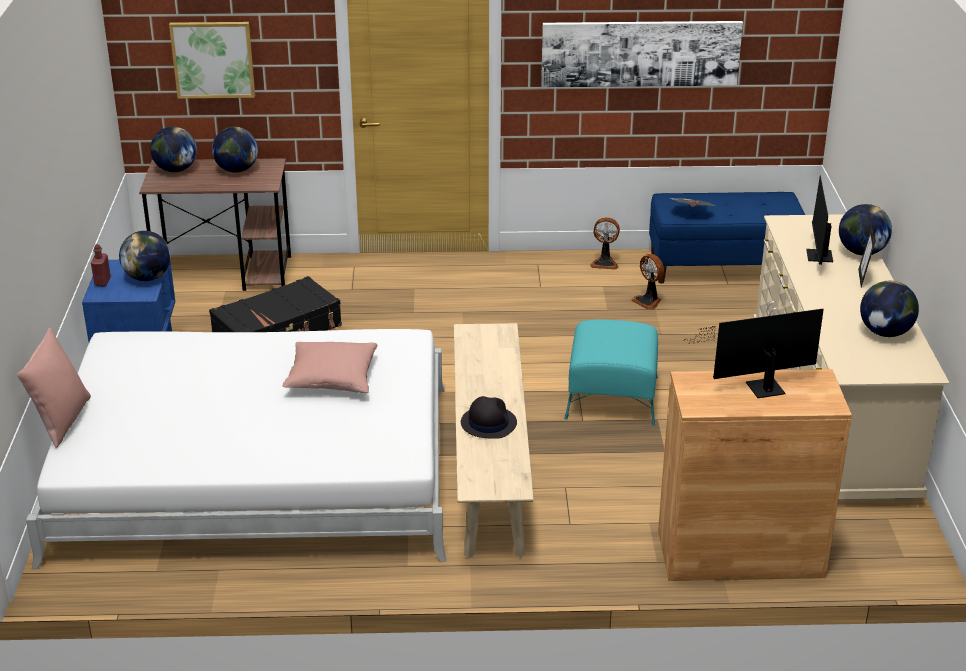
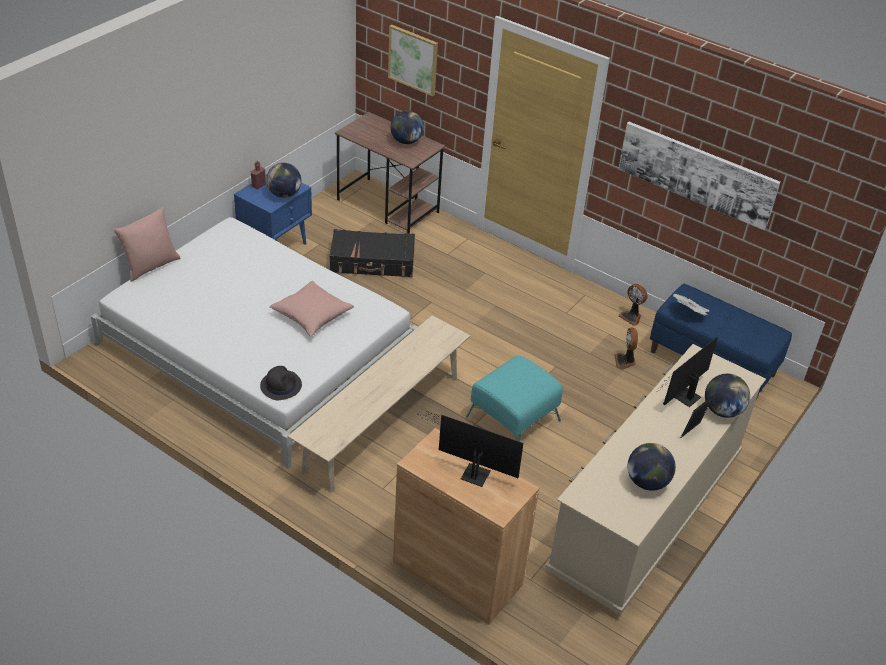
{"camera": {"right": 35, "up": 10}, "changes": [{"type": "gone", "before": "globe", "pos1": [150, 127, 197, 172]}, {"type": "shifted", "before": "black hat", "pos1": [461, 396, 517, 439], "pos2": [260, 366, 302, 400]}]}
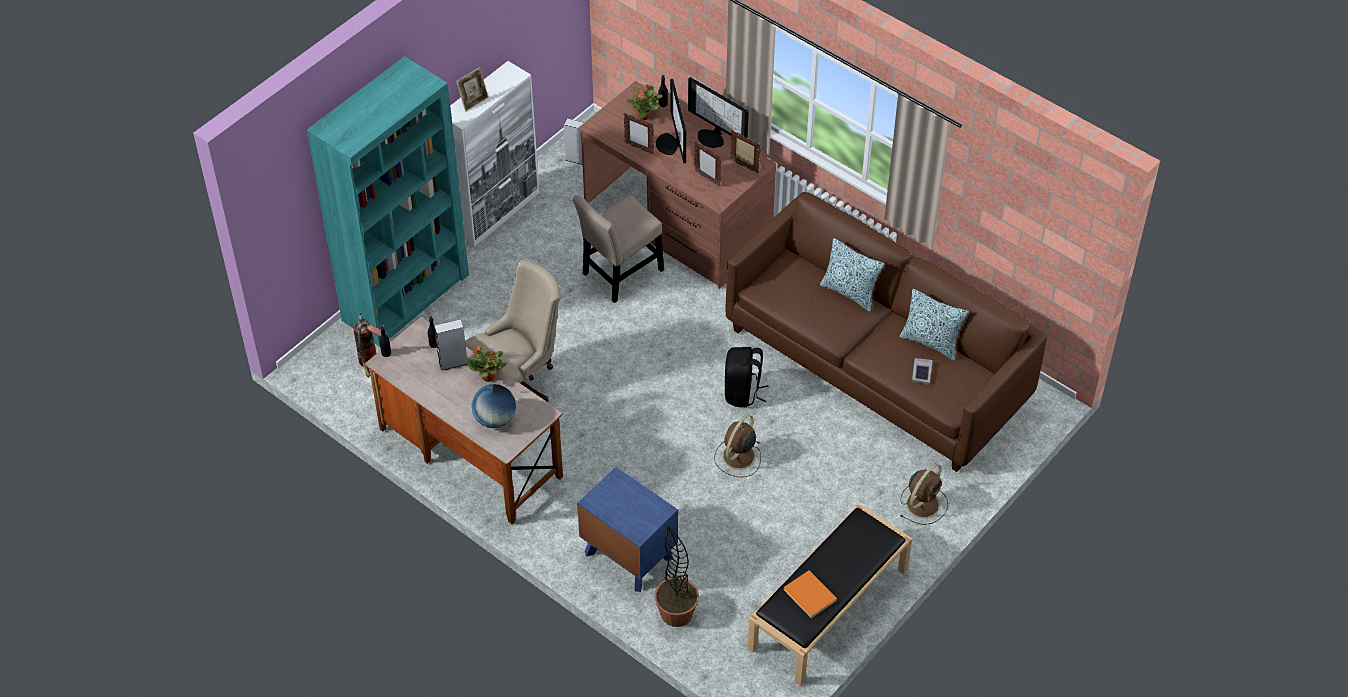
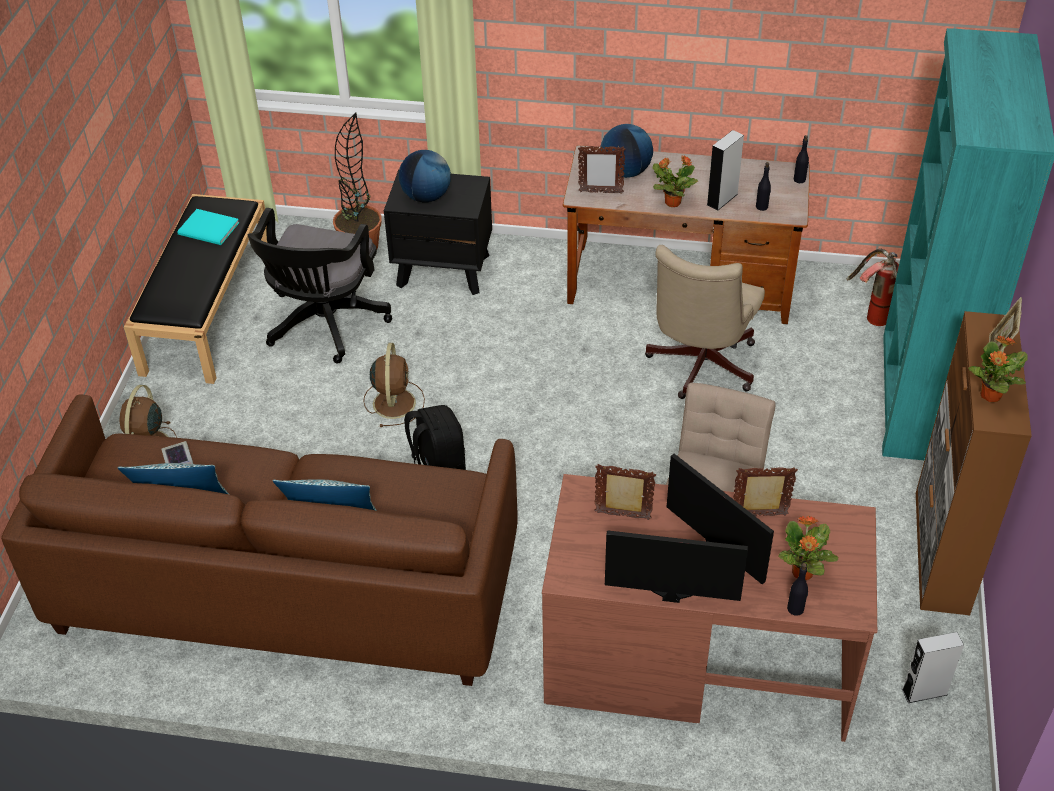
{"camera": {"right": 150, "up": -5}, "changes": [{"type": "repainted", "before": "white cabinet", "after": "brown cabinet", "pos1": [450, 61, 539, 247], "pos2": [916, 311, 1032, 615]}, {"type": "repainted", "before": "blue nightstand", "after": "black nightstand", "pos1": [577, 467, 678, 592], "pos2": [384, 169, 492, 295]}, {"type": "shifted", "before": "picture frame", "pos1": [730, 130, 761, 173], "pos2": [578, 145, 626, 194]}, {"type": "repainted", "before": "orange book", "after": "turquoise book", "pos1": [783, 570, 837, 618], "pos2": [177, 209, 239, 245]}, {"type": "new", "after": "black office chair", "pos2": [247, 208, 392, 364]}, {"type": "new", "after": "globe", "pos2": [399, 150, 451, 202]}, {"type": "new", "after": "potted plant", "pos2": [968, 336, 1028, 402]}]}
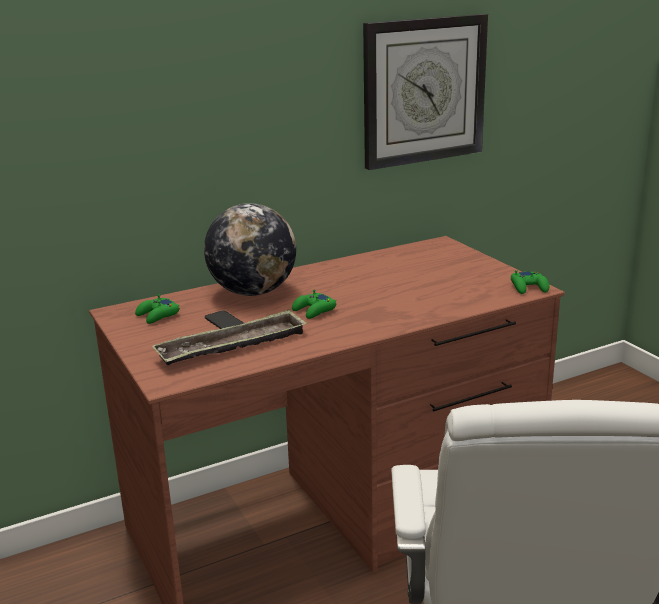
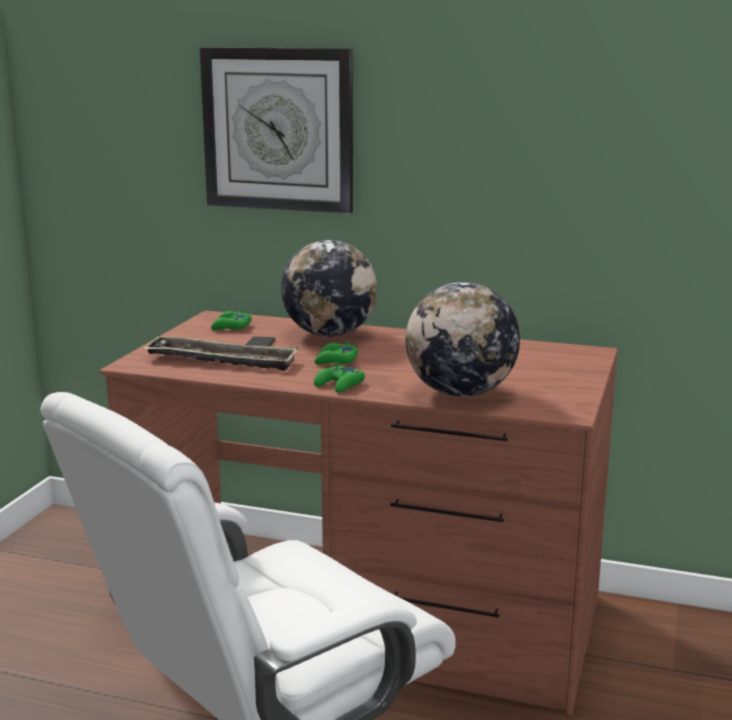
{"camera": {"right": 45, "up": -5}, "changes": [{"type": "shifted", "before": "wall clock", "pos1": [363, 14, 488, 170], "pos2": [200, 47, 353, 213]}, {"type": "shifted", "before": "green game controller", "pos1": [511, 270, 549, 294], "pos2": [314, 362, 365, 393]}, {"type": "new", "after": "globe", "pos2": [406, 282, 520, 397]}]}
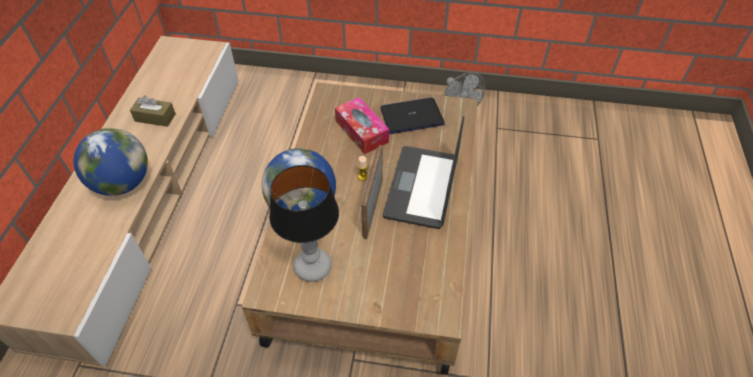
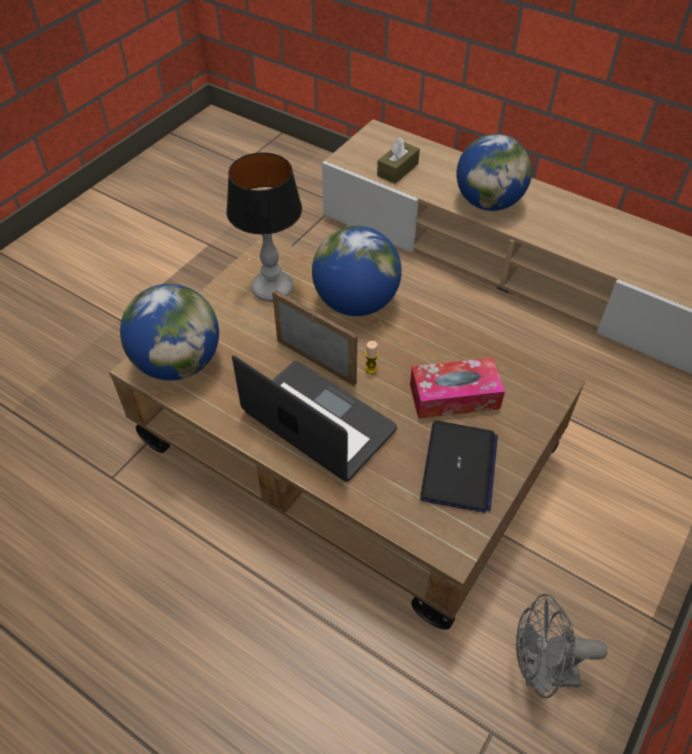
{"camera": {"right": 115, "up": 0}, "changes": [{"type": "shifted", "before": "brown tissue box", "pos1": [130, 96, 176, 127], "pos2": [377, 137, 420, 184]}, {"type": "new", "after": "globe", "pos2": [120, 284, 219, 380]}]}
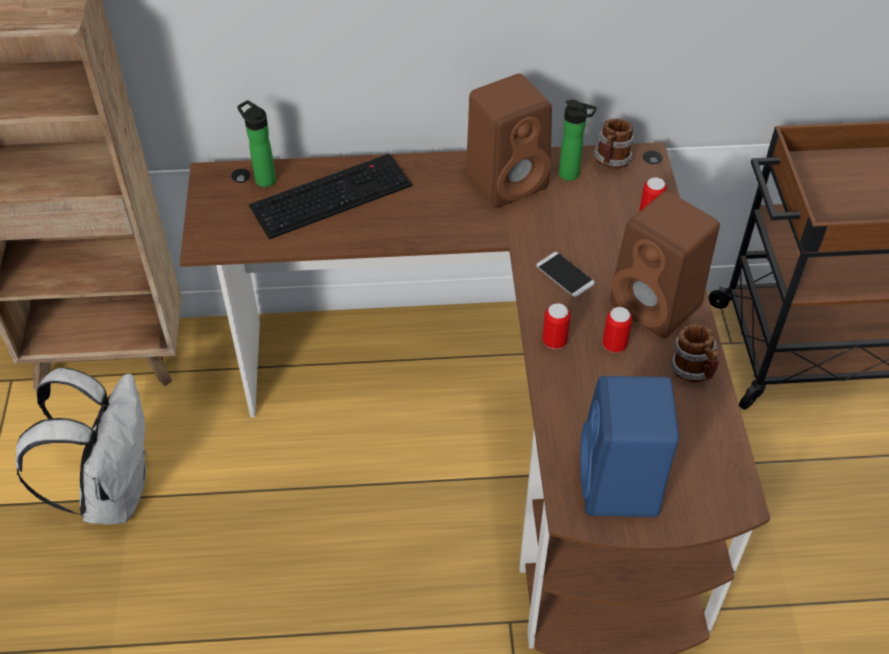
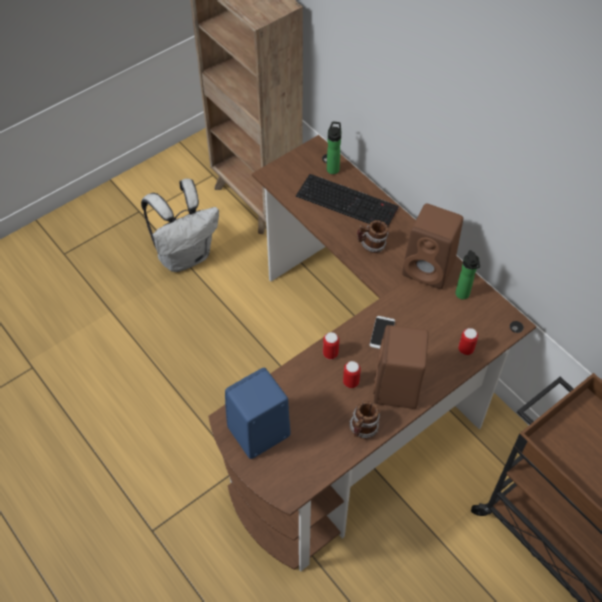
{"camera": {"right": 55, "up": 5}, "changes": [{"type": "shifted", "before": "mug", "pos1": [593, 119, 634, 169], "pos2": [357, 220, 389, 253]}]}
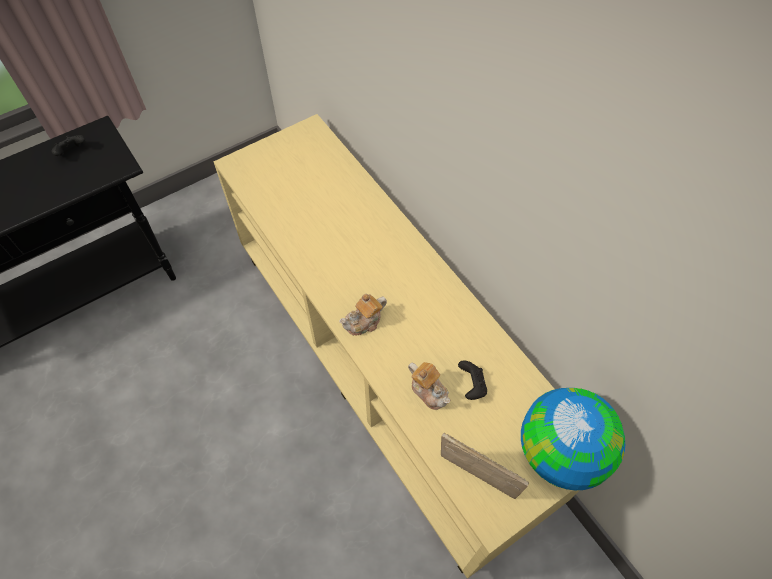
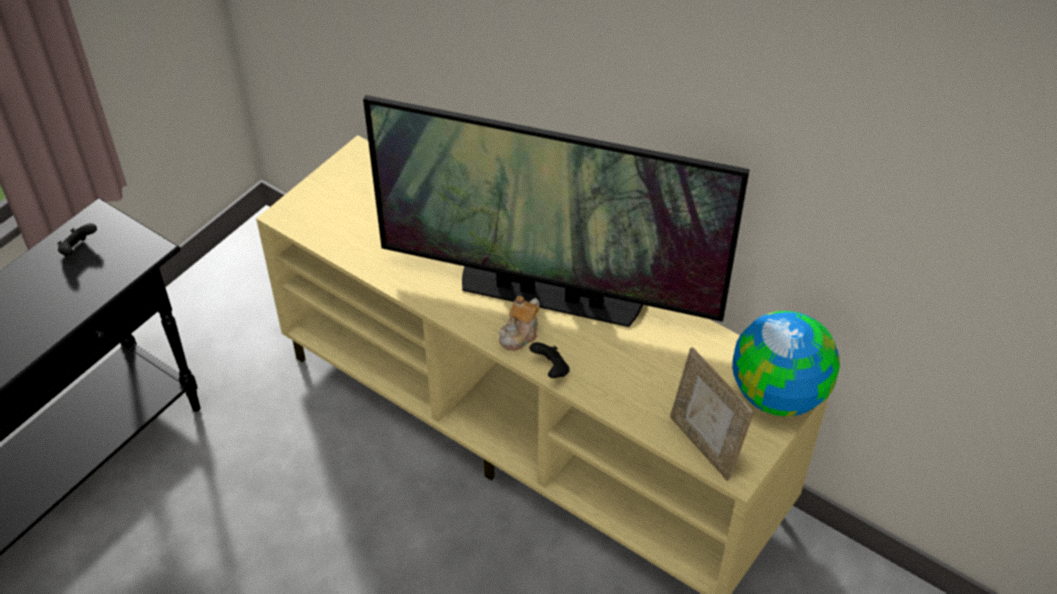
{"camera": {"right": -20, "up": -10}, "changes": [{"type": "gone", "before": "teapot", "pos1": [408, 362, 450, 410]}, {"type": "rotated", "before": "picture frame", "pos1": [441, 433, 529, 499], "pos2": [670, 347, 754, 481], "turn": -135}, {"type": "shifted", "before": "black game controller", "pos1": [458, 360, 487, 400], "pos2": [529, 342, 570, 378]}, {"type": "new", "after": "television", "pos2": [363, 95, 750, 327]}]}
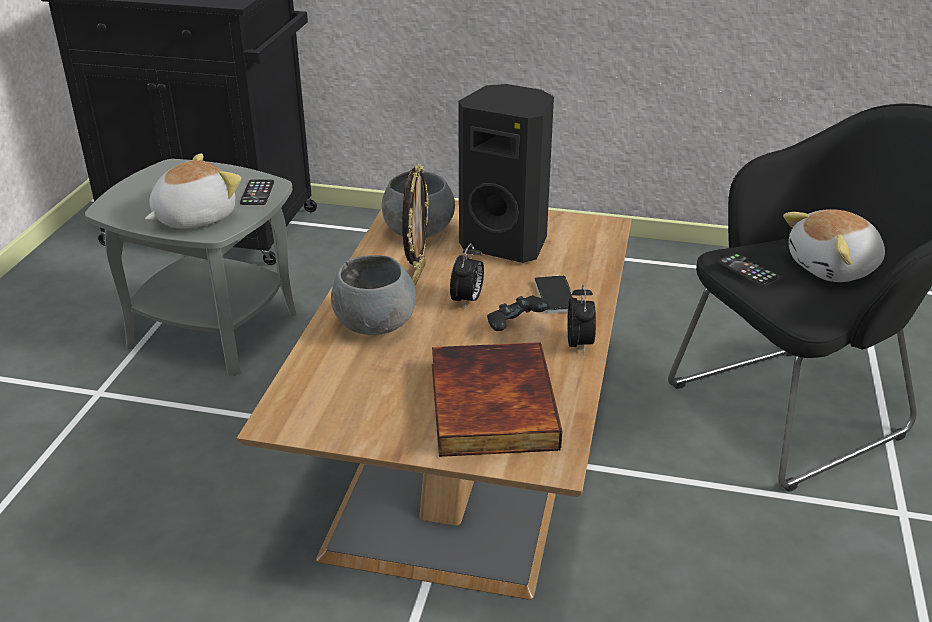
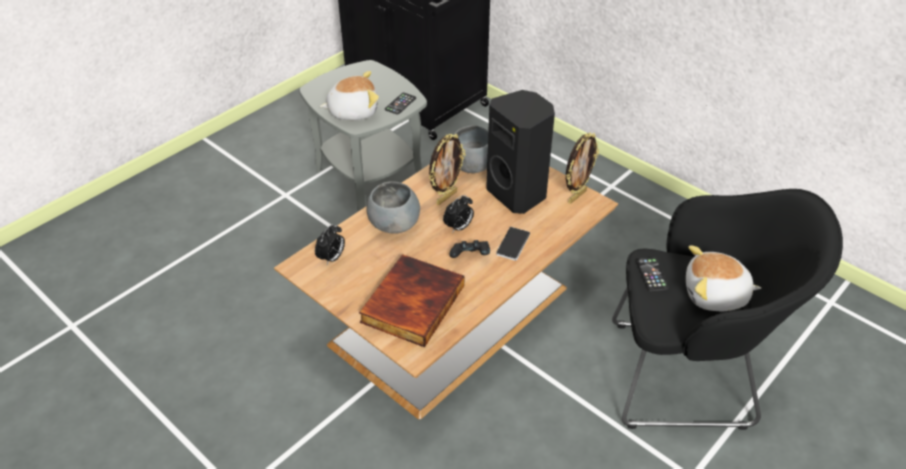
{"camera": {"right": 30, "up": 10}, "changes": [{"type": "shifted", "before": "alarm clock", "pos1": [567, 284, 596, 354], "pos2": [315, 224, 345, 265]}, {"type": "new", "after": "picture frame", "pos2": [566, 133, 599, 204]}]}
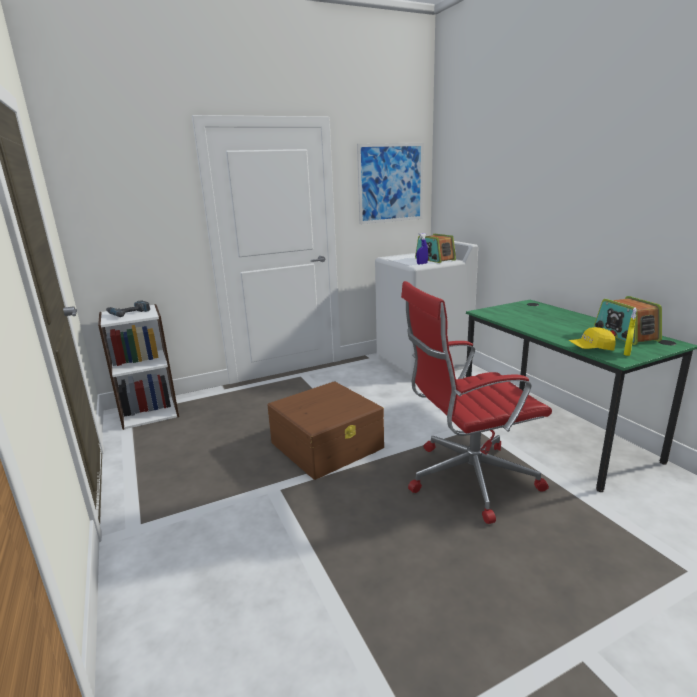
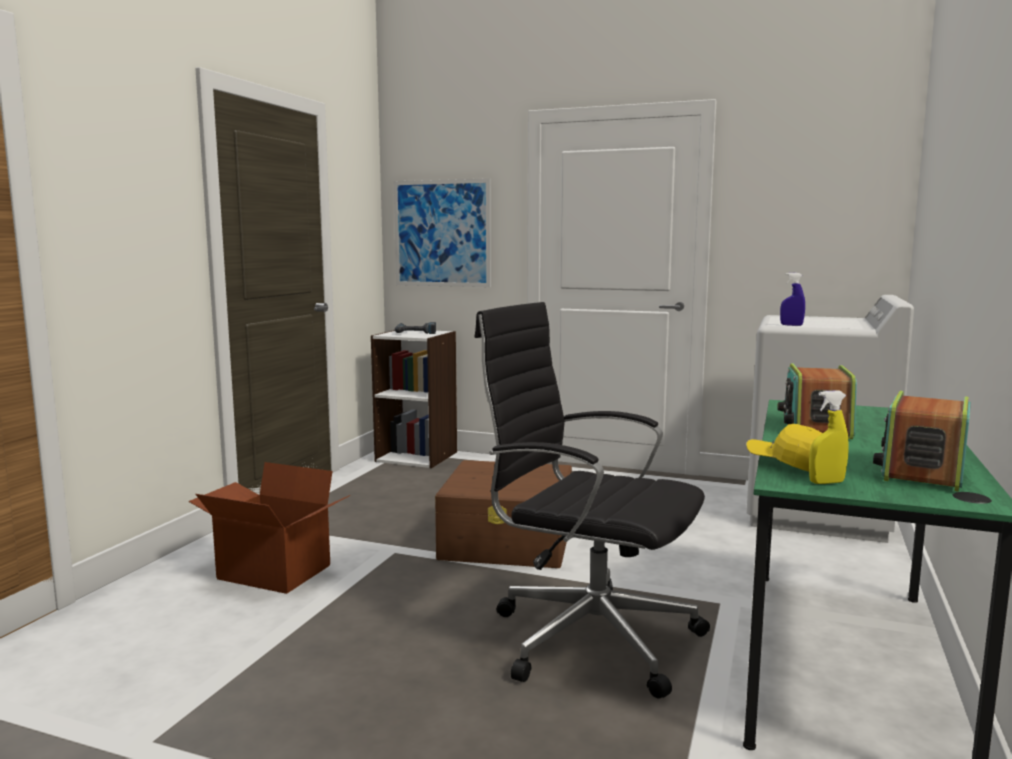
{"camera": {"right": 45, "up": -10}, "changes": [{"type": "shifted", "before": "picture", "pos1": [357, 143, 424, 224], "pos2": [394, 178, 491, 287]}, {"type": "repainted", "before": "red office chair", "after": "black office chair", "pos1": [401, 281, 552, 524], "pos2": [475, 302, 710, 699]}, {"type": "shifted", "before": "radio", "pos1": [415, 234, 456, 263], "pos2": [777, 364, 857, 439]}, {"type": "new", "after": "cardboard box", "pos2": [189, 462, 350, 594]}]}
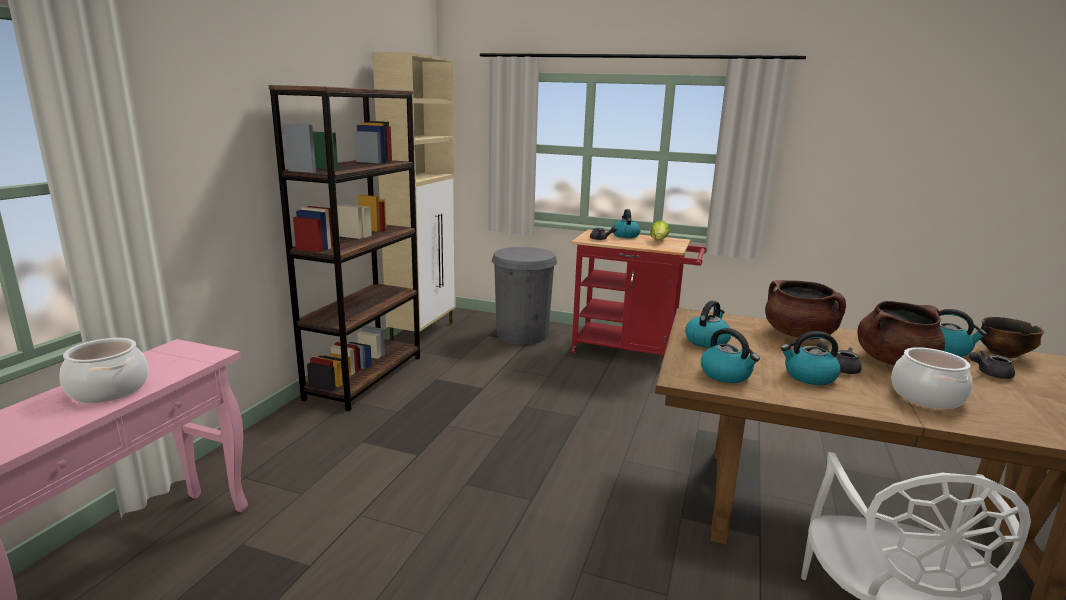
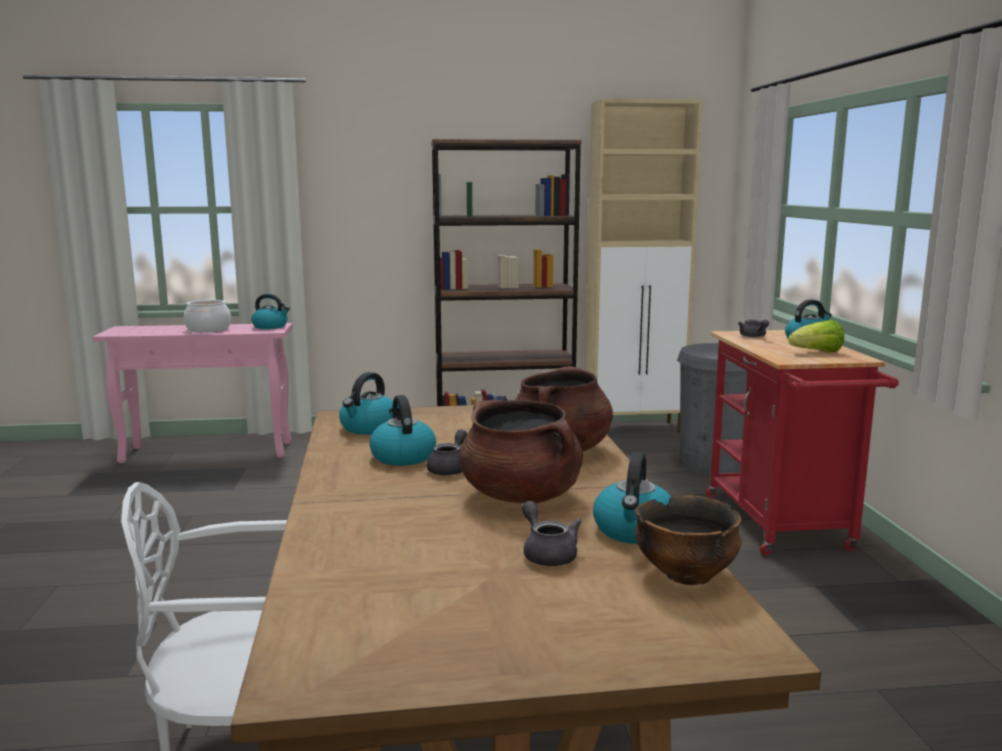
{"camera": {"right": 65, "up": -5}, "changes": [{"type": "shifted", "before": "kettle", "pos1": [685, 301, 731, 348], "pos2": [251, 294, 290, 329]}, {"type": "gone", "before": "cooking pot", "pos1": [891, 347, 973, 409]}]}
